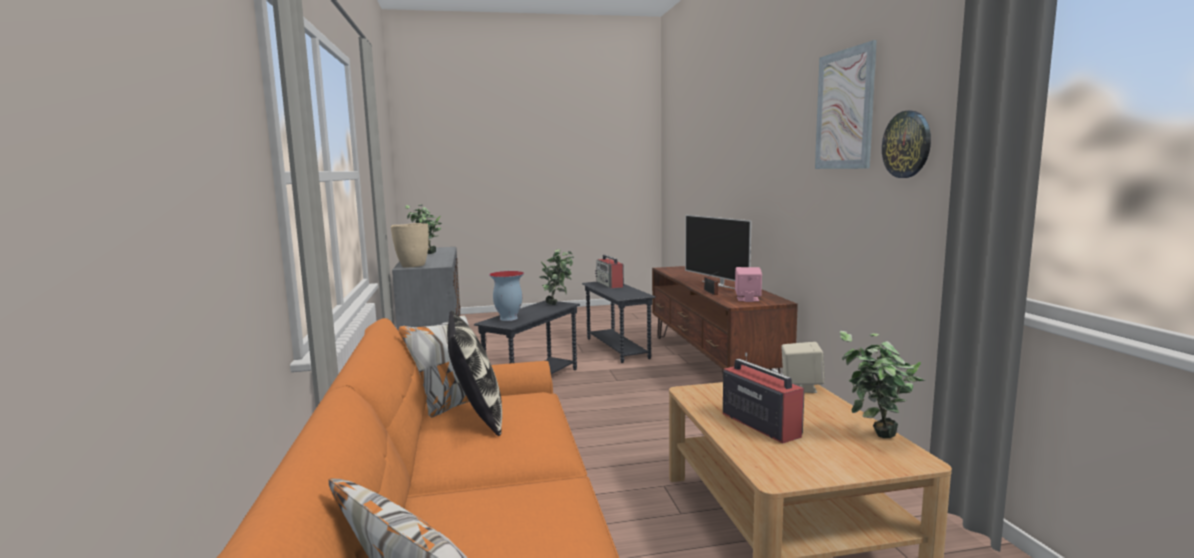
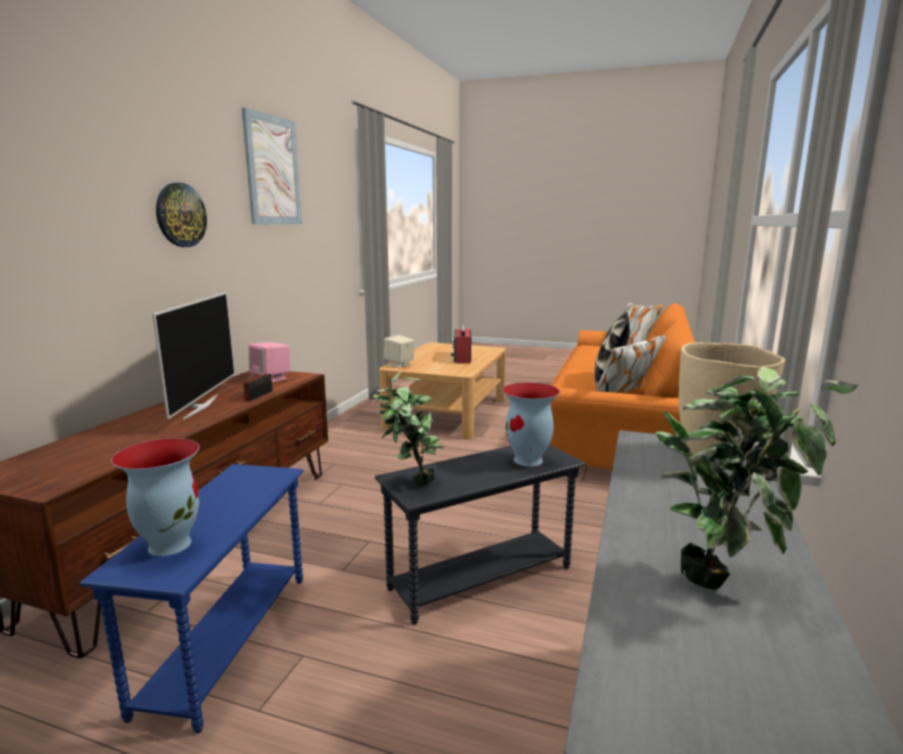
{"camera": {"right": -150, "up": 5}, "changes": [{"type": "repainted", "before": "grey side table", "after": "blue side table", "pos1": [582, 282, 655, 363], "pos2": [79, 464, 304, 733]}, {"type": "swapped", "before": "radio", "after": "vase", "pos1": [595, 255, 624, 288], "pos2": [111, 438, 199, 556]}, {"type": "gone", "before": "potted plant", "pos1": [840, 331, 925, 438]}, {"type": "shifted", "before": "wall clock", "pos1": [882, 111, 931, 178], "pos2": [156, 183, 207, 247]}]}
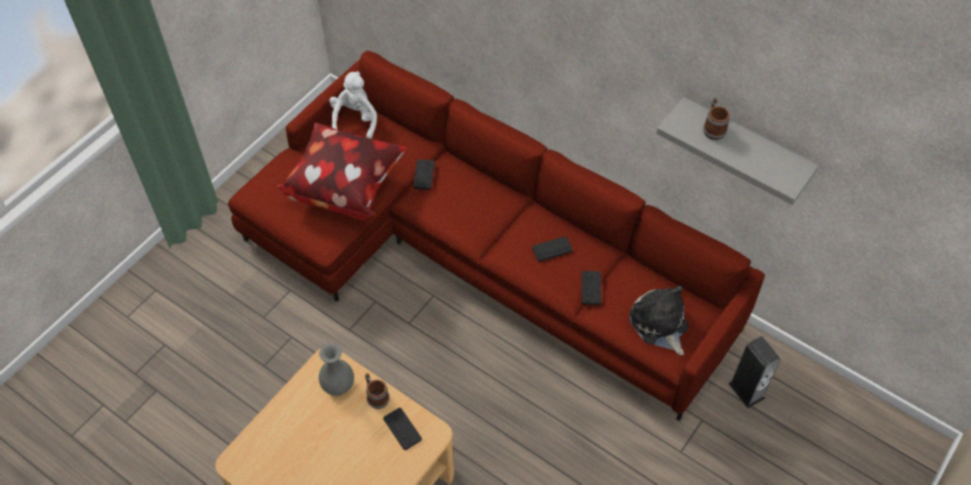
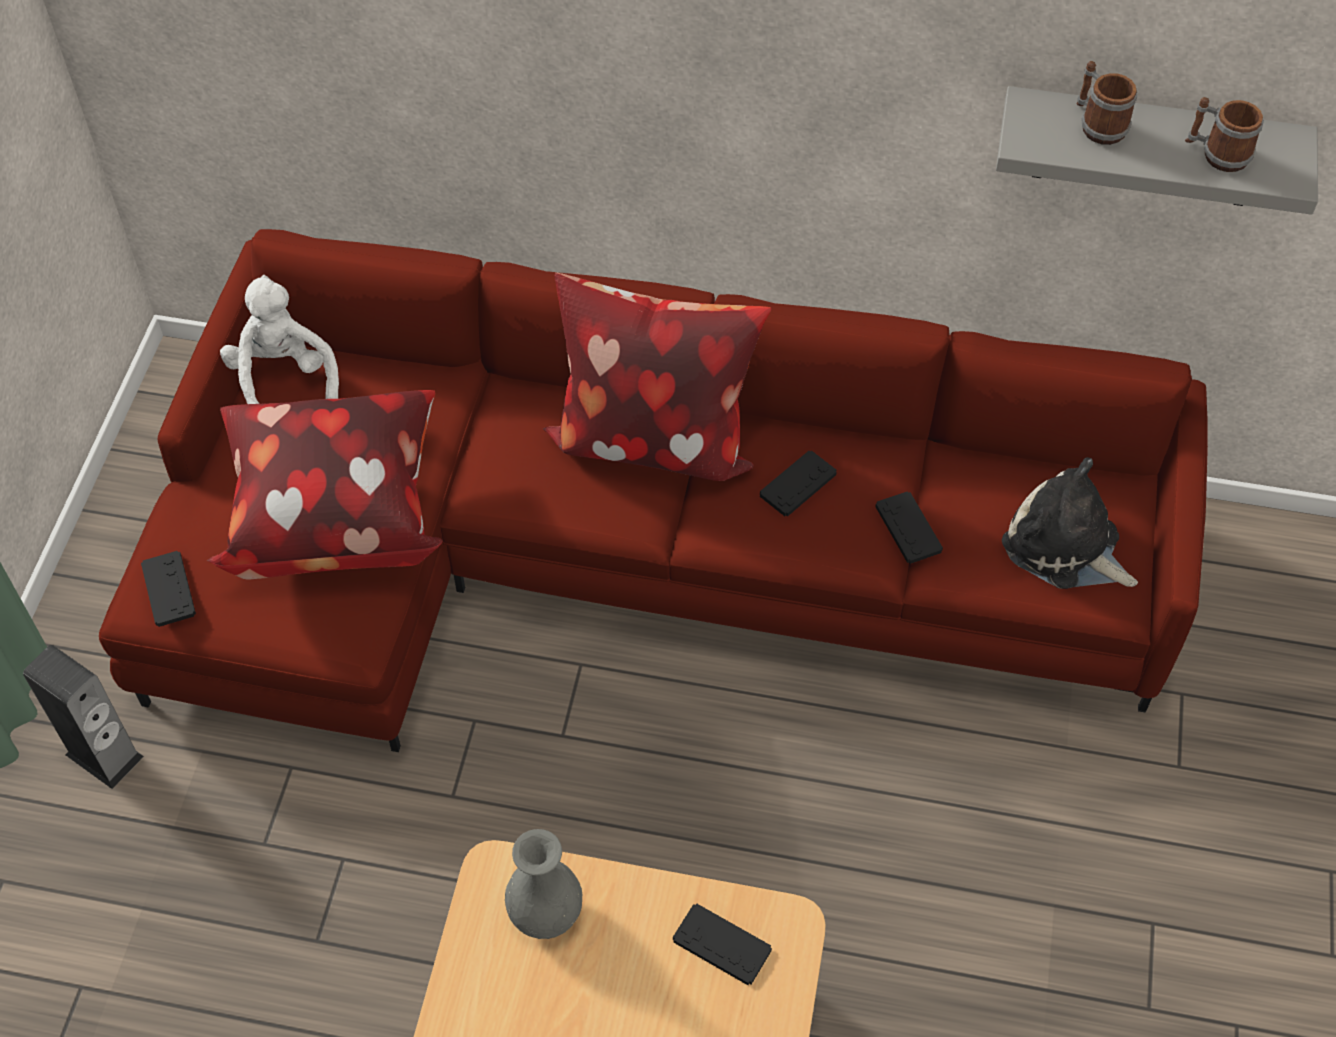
{"camera": {"right": -25, "up": 0}, "changes": [{"type": "shifted", "before": "mug", "pos1": [365, 373, 390, 409], "pos2": [1185, 97, 1264, 172]}, {"type": "shifted", "before": "black game controller", "pos1": [413, 159, 435, 190], "pos2": [141, 551, 196, 627]}, {"type": "shifted", "before": "speaker", "pos1": [728, 336, 781, 408], "pos2": [23, 645, 144, 789]}, {"type": "new", "after": "pillow", "pos2": [543, 273, 771, 481]}]}
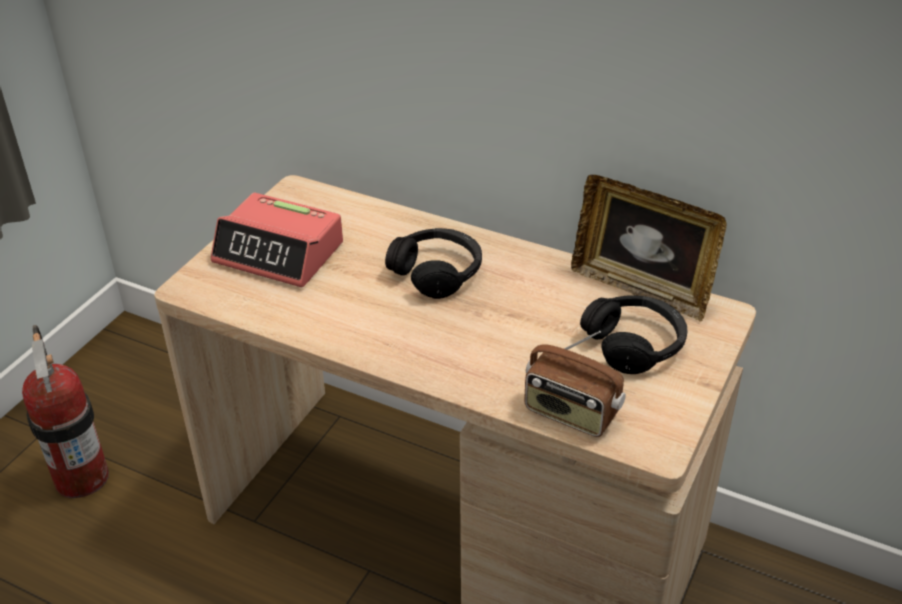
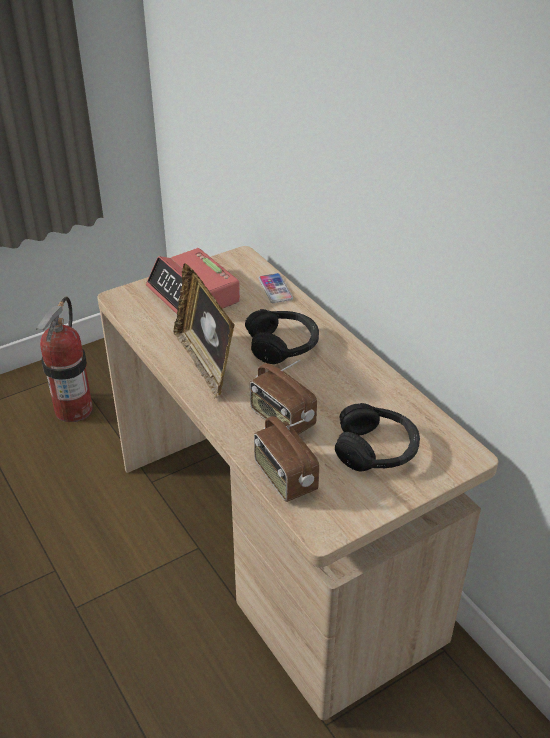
{"camera": {"right": 30, "up": 0}, "changes": [{"type": "shifted", "before": "picture frame", "pos1": [571, 175, 727, 322], "pos2": [174, 263, 235, 399]}, {"type": "new", "after": "radio", "pos2": [250, 359, 317, 434]}, {"type": "new", "after": "phone", "pos2": [259, 273, 293, 303]}]}
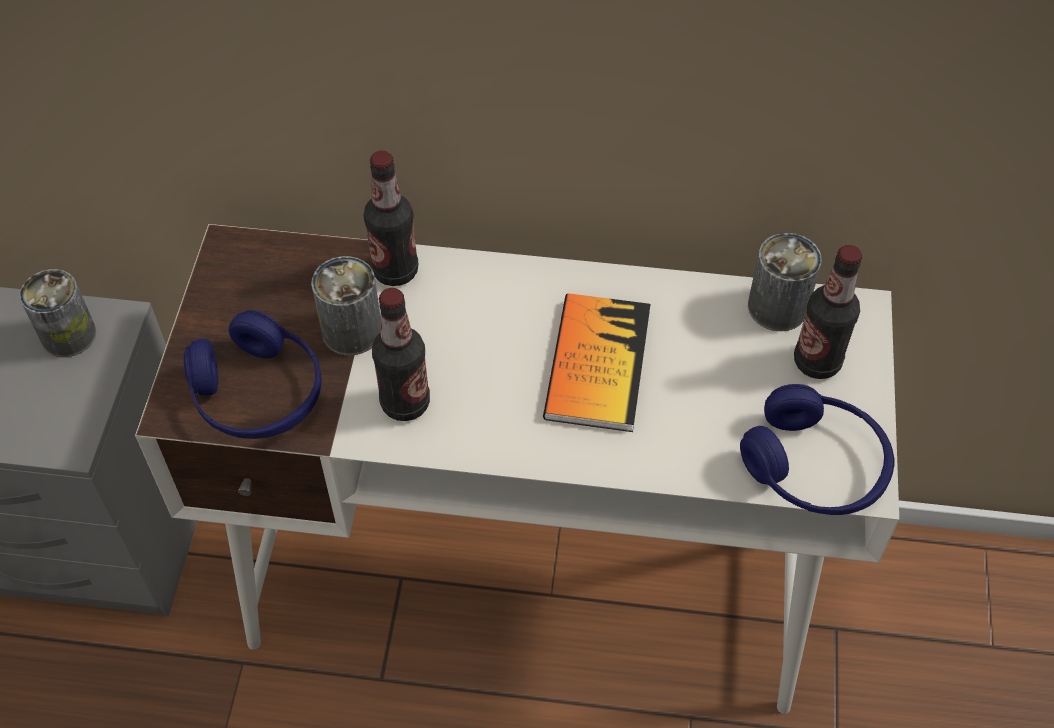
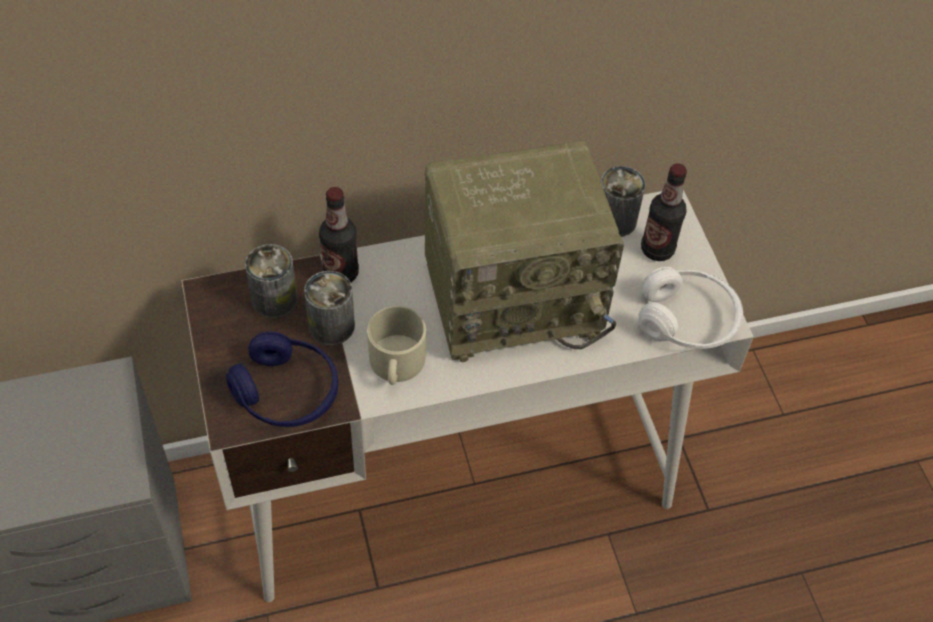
{"camera": {"right": -25, "up": 0}, "changes": [{"type": "shifted", "before": "can", "pos1": [20, 269, 96, 357], "pos2": [245, 244, 298, 318]}, {"type": "swapped", "before": "bottle", "after": "beige mug", "pos1": [372, 288, 430, 421], "pos2": [367, 306, 426, 385]}, {"type": "swapped", "before": "book", "after": "radio", "pos1": [543, 293, 650, 432], "pos2": [425, 140, 624, 362]}, {"type": "repainted", "before": "blue headphones", "after": "white headphones", "pos1": [740, 384, 895, 515], "pos2": [638, 267, 743, 349]}]}
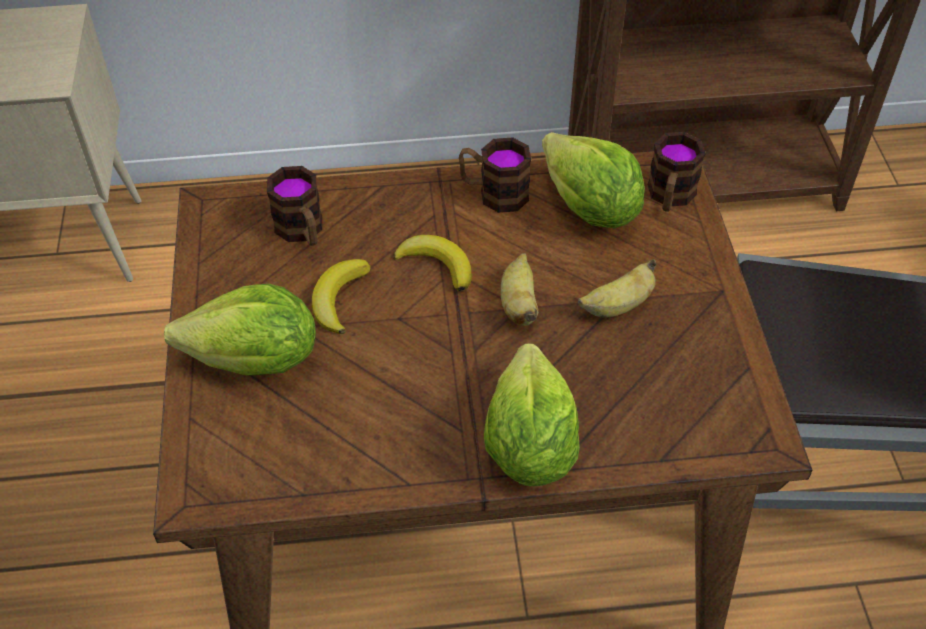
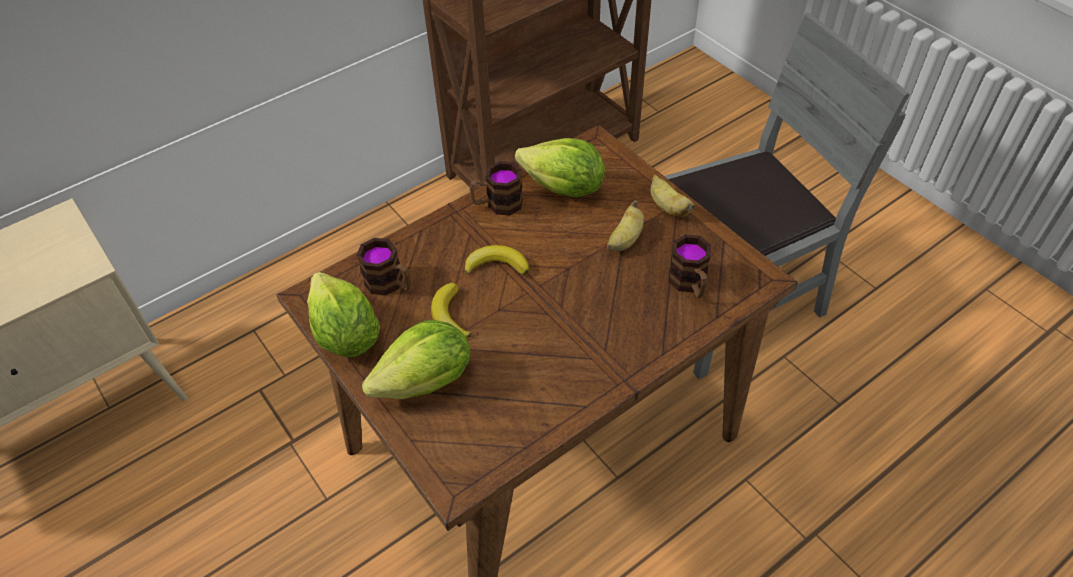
{"camera": {"right": -30, "up": 0}, "changes": [{"type": "shifted", "before": "lettuce", "pos1": [484, 344, 580, 486], "pos2": [307, 272, 380, 357]}, {"type": "shifted", "before": "banana", "pos1": [501, 253, 538, 326], "pos2": [650, 175, 696, 217]}, {"type": "shifted", "before": "mug", "pos1": [647, 132, 706, 211], "pos2": [668, 234, 711, 298]}]}
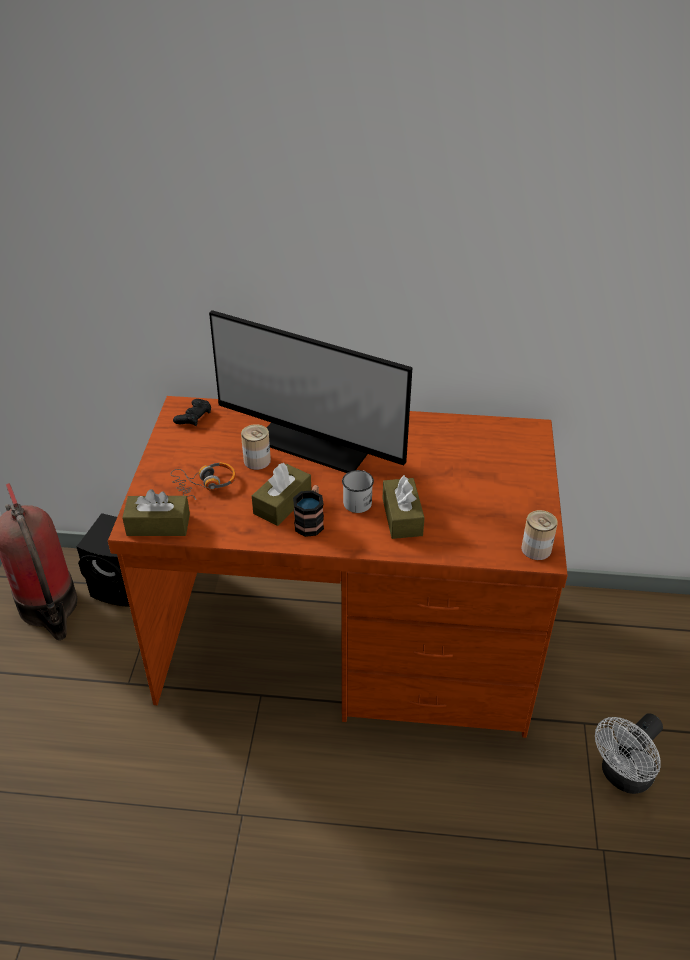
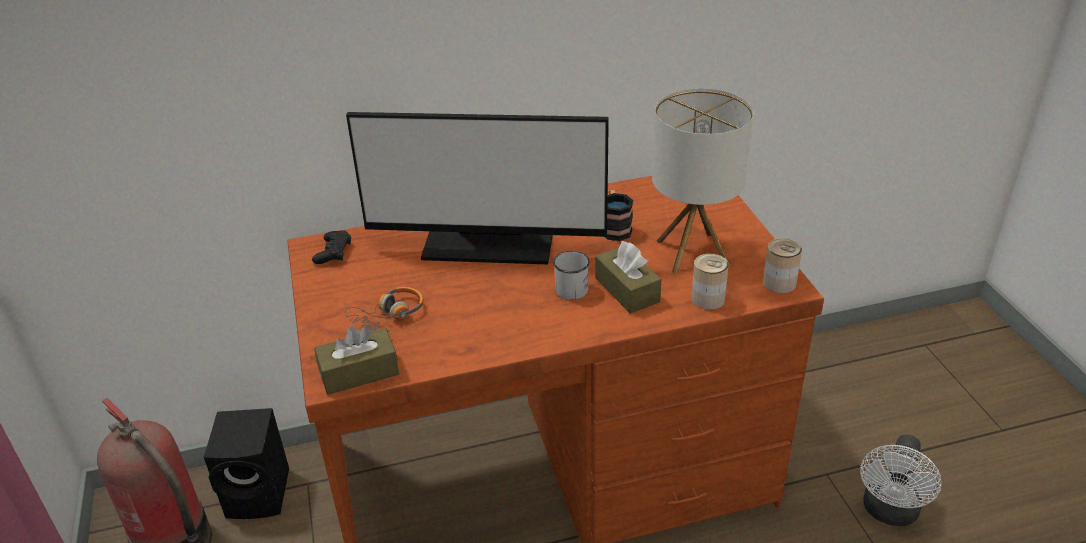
{"camera": {"right": -20, "up": -5}, "changes": [{"type": "shifted", "before": "can", "pos1": [241, 424, 271, 470], "pos2": [691, 254, 729, 310]}, {"type": "gone", "before": "brown tissue box", "pos1": [252, 463, 311, 526]}, {"type": "shifted", "before": "mug", "pos1": [293, 485, 324, 537], "pos2": [605, 190, 633, 241]}, {"type": "new", "after": "table lamp", "pos2": [652, 88, 753, 274]}]}
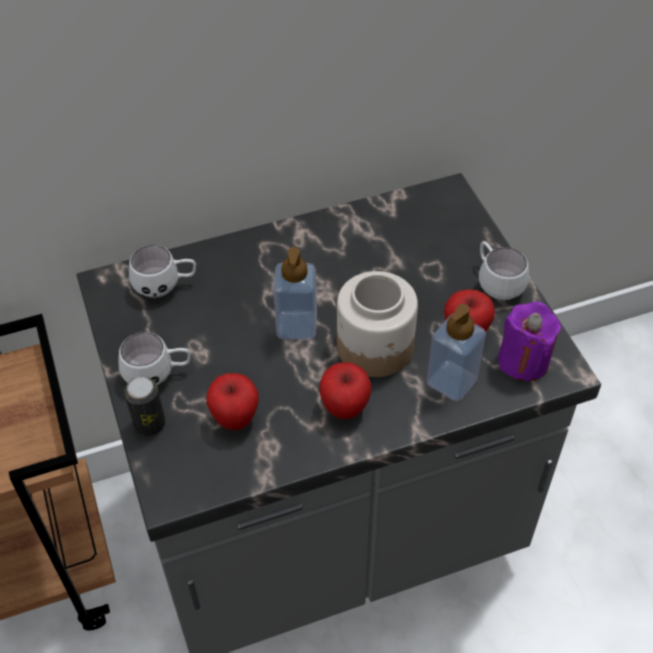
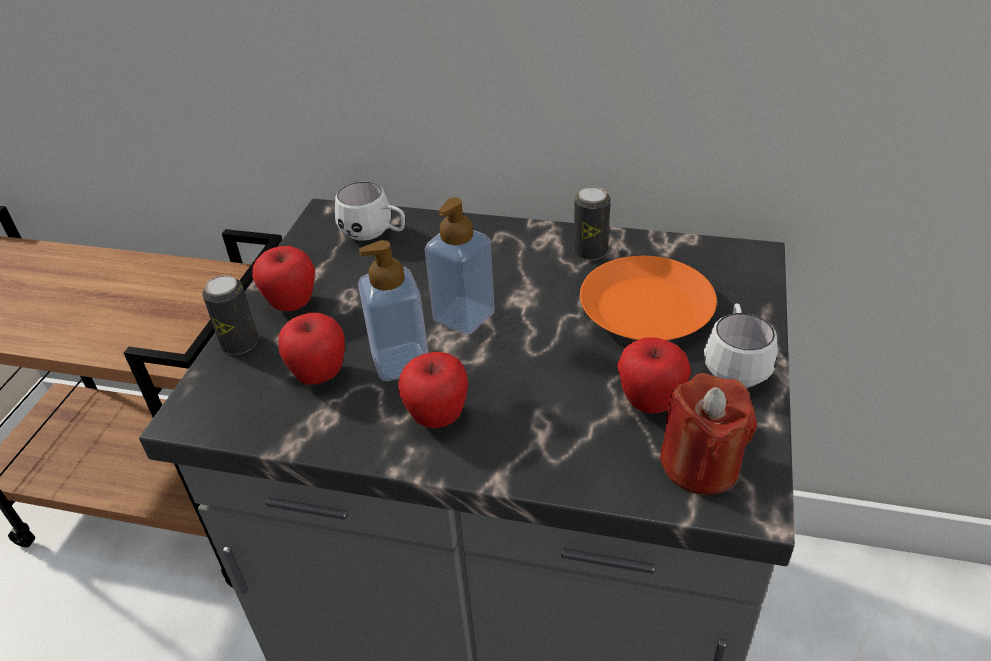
{"camera": {"right": 35, "up": -10}, "changes": [{"type": "swapped", "before": "white mug", "after": "apple", "pos1": [119, 332, 191, 385], "pos2": [252, 246, 315, 311]}, {"type": "gone", "before": "jar", "pos1": [337, 271, 418, 377]}, {"type": "shifted", "before": "soap dispenser", "pos1": [426, 304, 486, 401], "pos2": [358, 240, 428, 381]}, {"type": "repainted", "before": "purple candle", "after": "red candle", "pos1": [498, 301, 561, 381], "pos2": [660, 373, 757, 495]}, {"type": "new", "after": "can", "pos2": [574, 187, 611, 260]}, {"type": "new", "after": "orange plate", "pos2": [580, 256, 717, 340]}]}
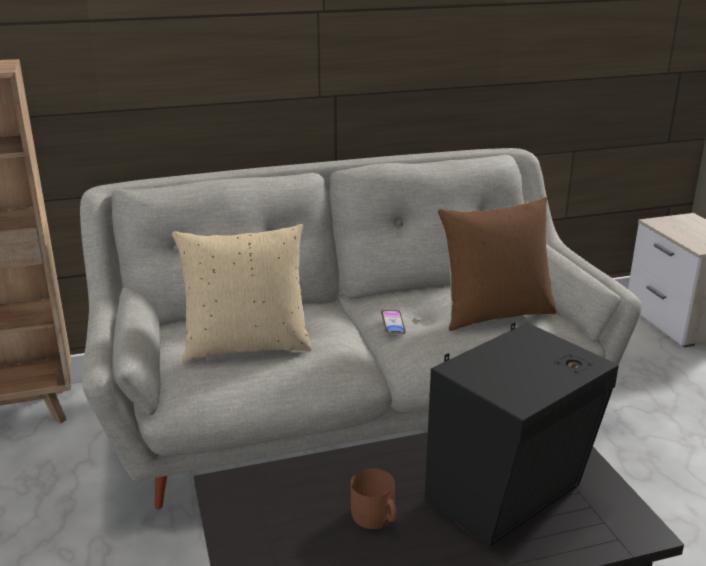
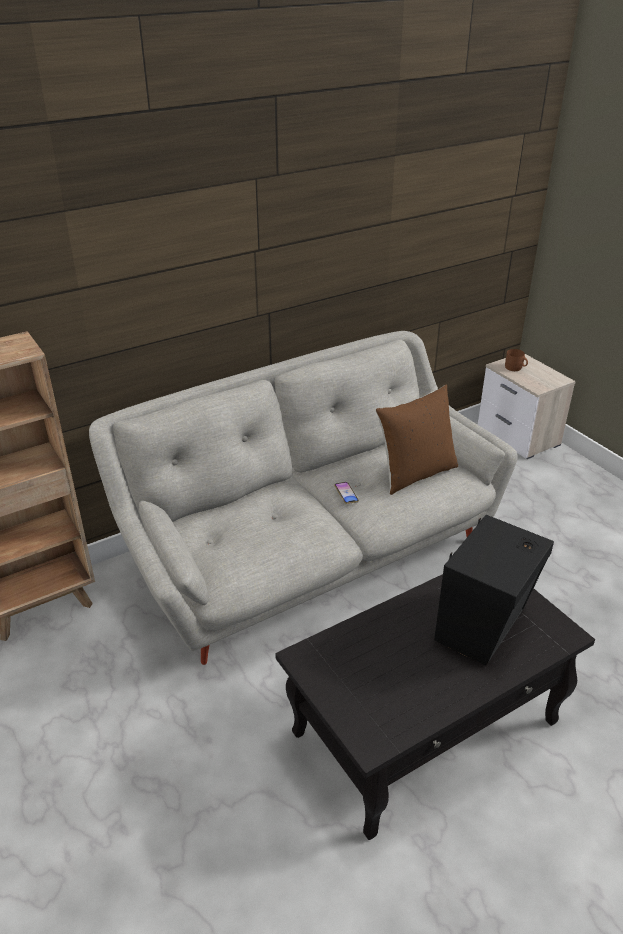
{"camera": {"right": -15, "up": 10}, "changes": [{"type": "gone", "before": "beige pillow", "pos1": [172, 224, 312, 362]}, {"type": "shifted", "before": "brown mug", "pos1": [351, 468, 397, 529], "pos2": [505, 349, 528, 371]}]}
